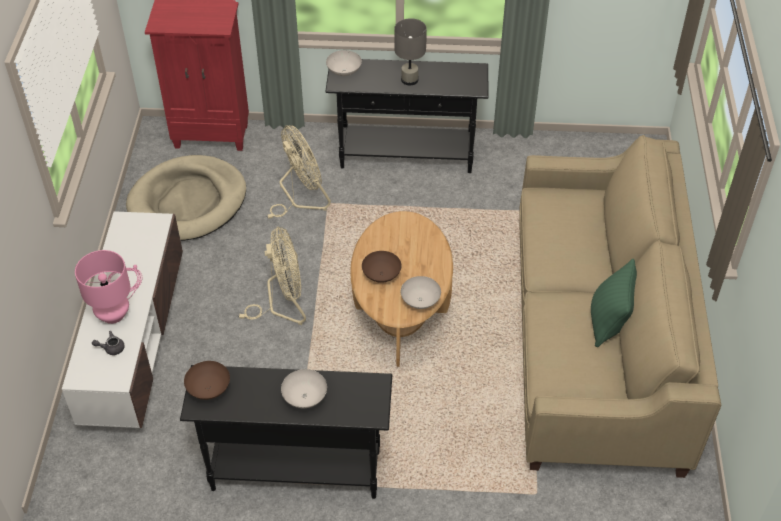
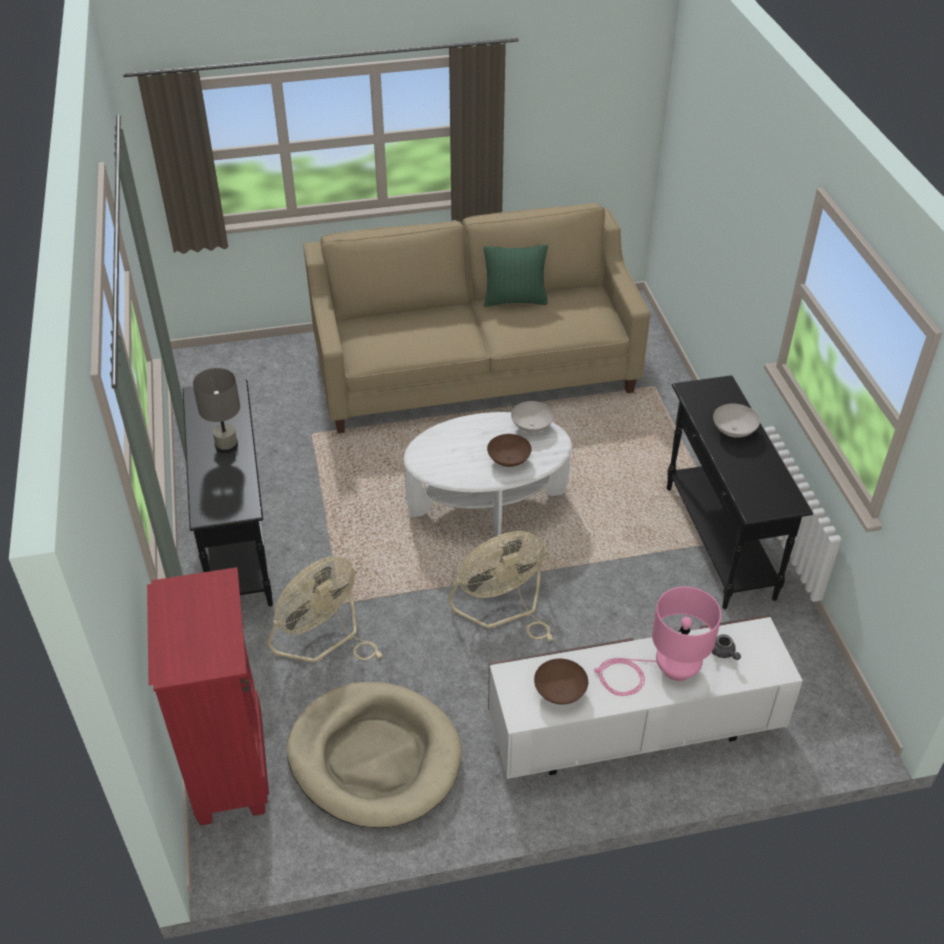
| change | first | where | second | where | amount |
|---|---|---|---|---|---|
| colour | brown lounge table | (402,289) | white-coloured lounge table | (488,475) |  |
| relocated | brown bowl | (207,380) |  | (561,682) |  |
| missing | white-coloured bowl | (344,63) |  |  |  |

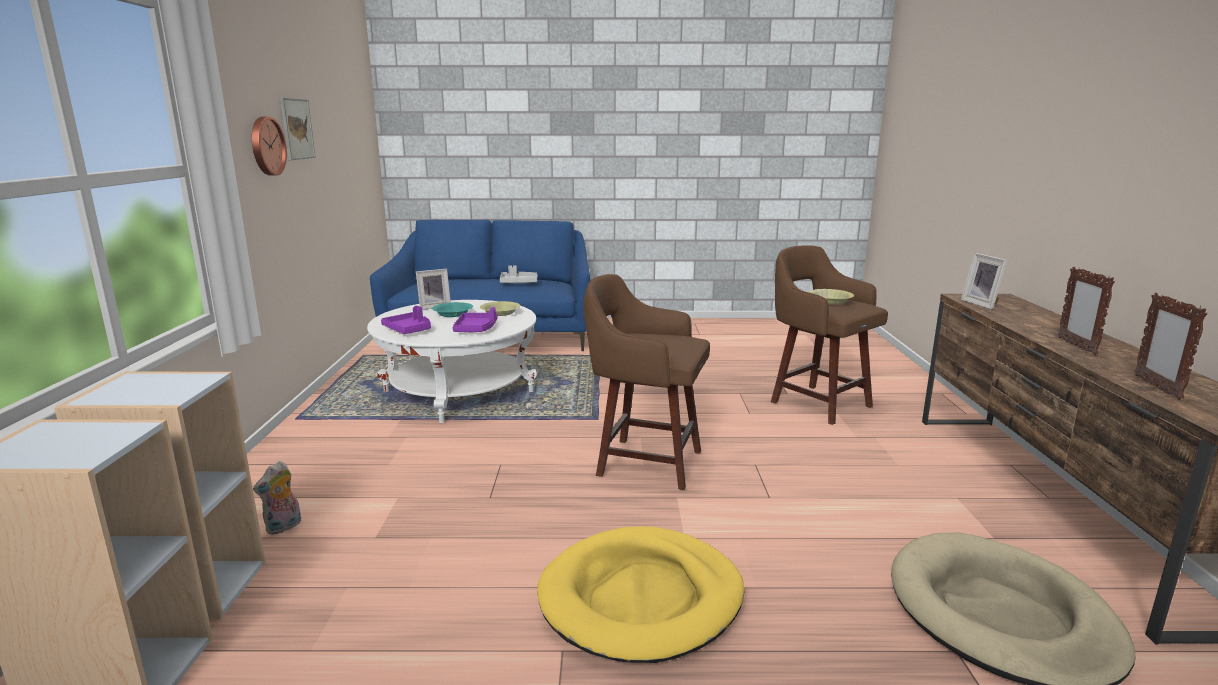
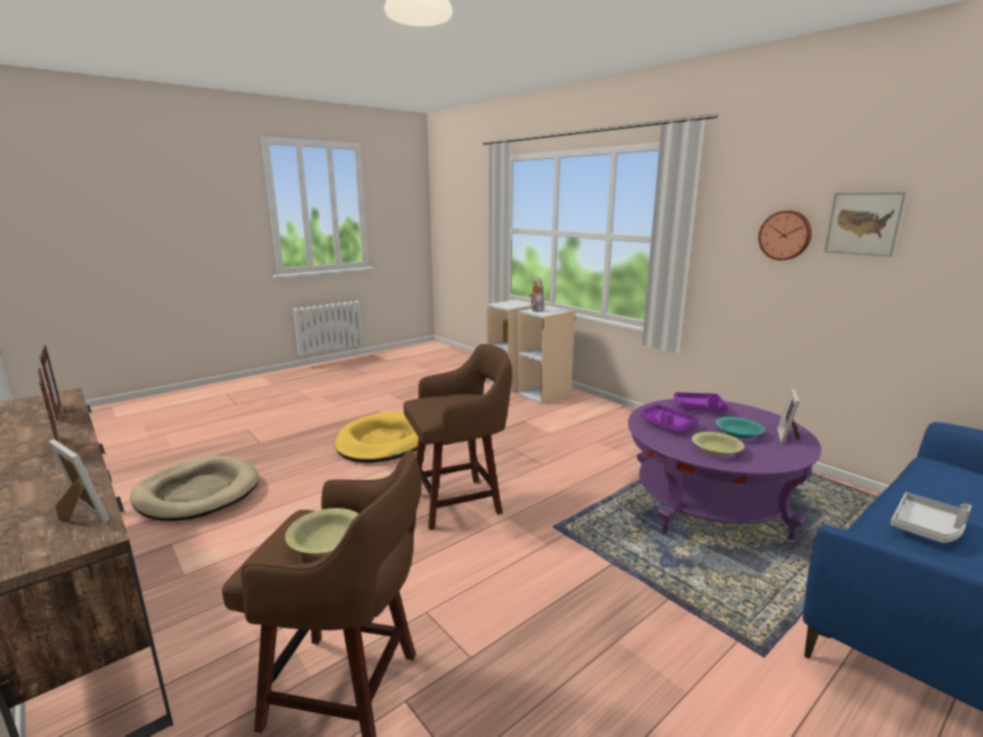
| change | first | where | second | where | amount |
|---|---|---|---|---|---|
| relocated | soft toy | (277,498) |  | (536,294) |  |
| colour | white-coloured lounge table | (452,361) | purple-coloured lounge table | (725,469) |  |

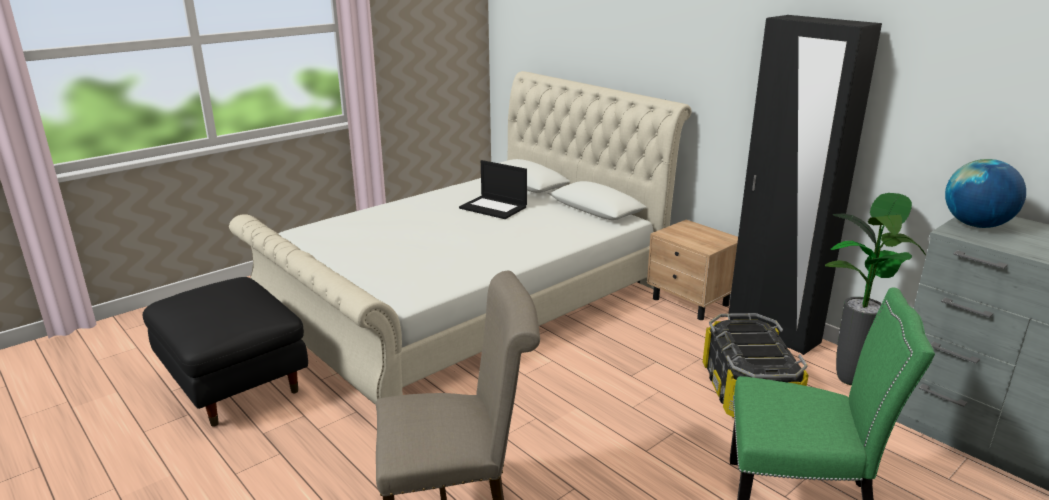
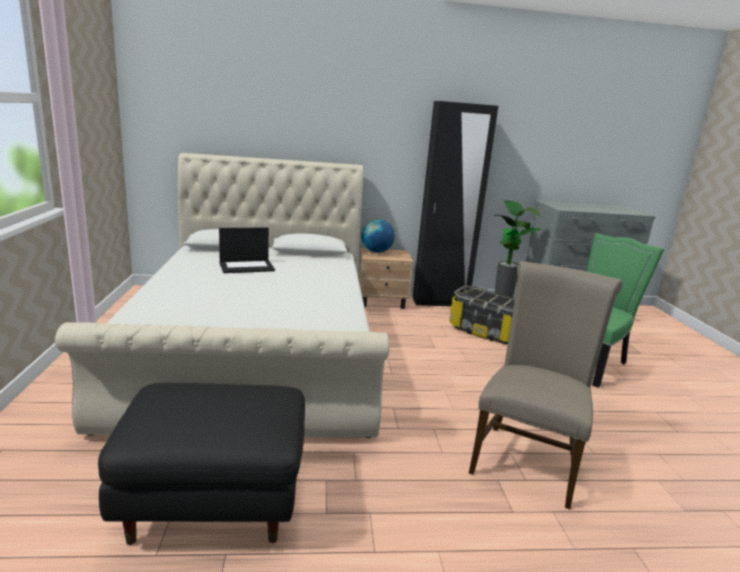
| change | first | where | second | where | amount |
|---|---|---|---|---|---|
| relocated | world globe | (985,193) |  | (378,236) |  |

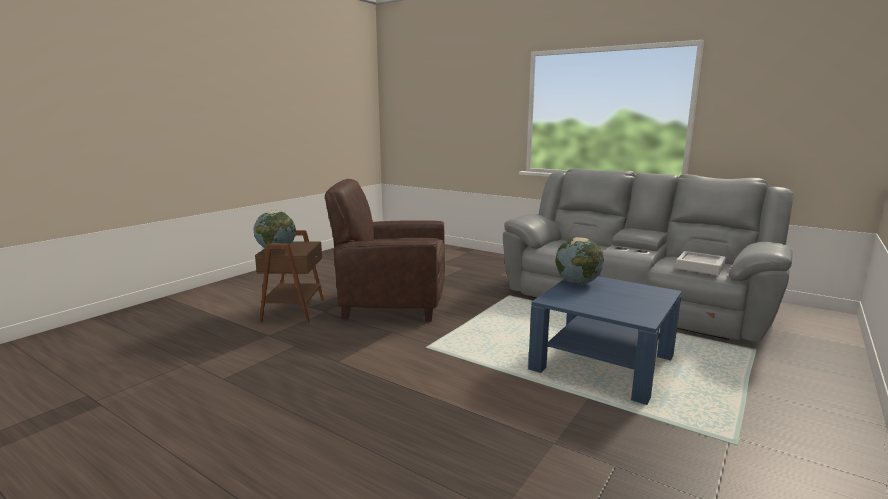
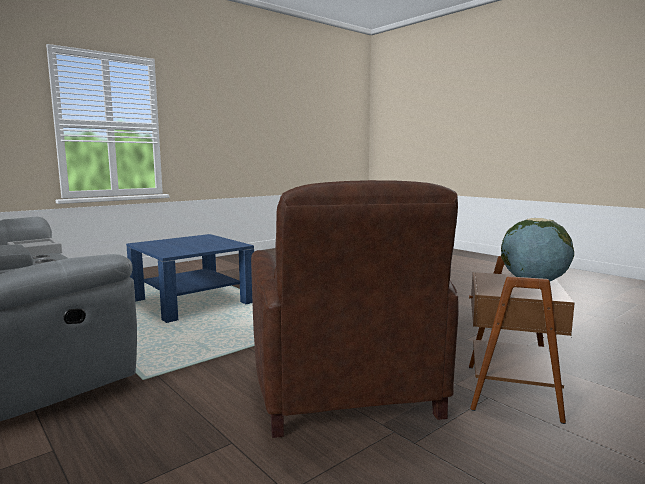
| change | first | where | second | where | amount |
|---|---|---|---|---|---|
| spun | brown easy chair | (385,250) |  | (355,309) | 60 degrees clockwise |
| missing | world globe | (579,260) |  |  |  |

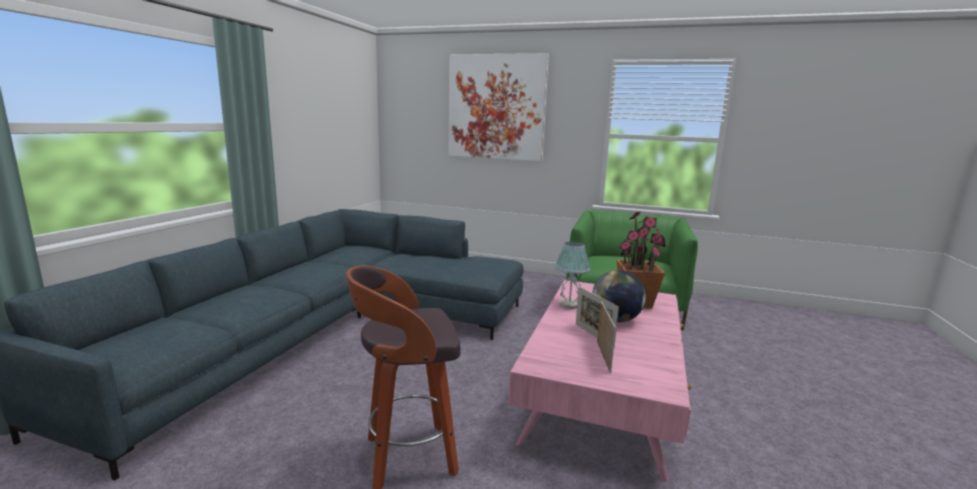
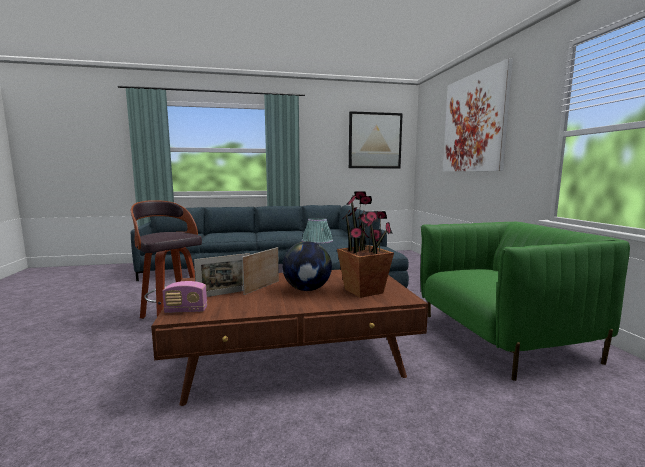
| change | first | where | second | where | amount |
|---|---|---|---|---|---|
| colour | pink-coloured lounge table | (600,381) | brown lounge table | (289,337) |  |
| appeared |  |  | radio receiver | (184,297) |  |
| appeared |  |  | wall art | (376,139) |  |

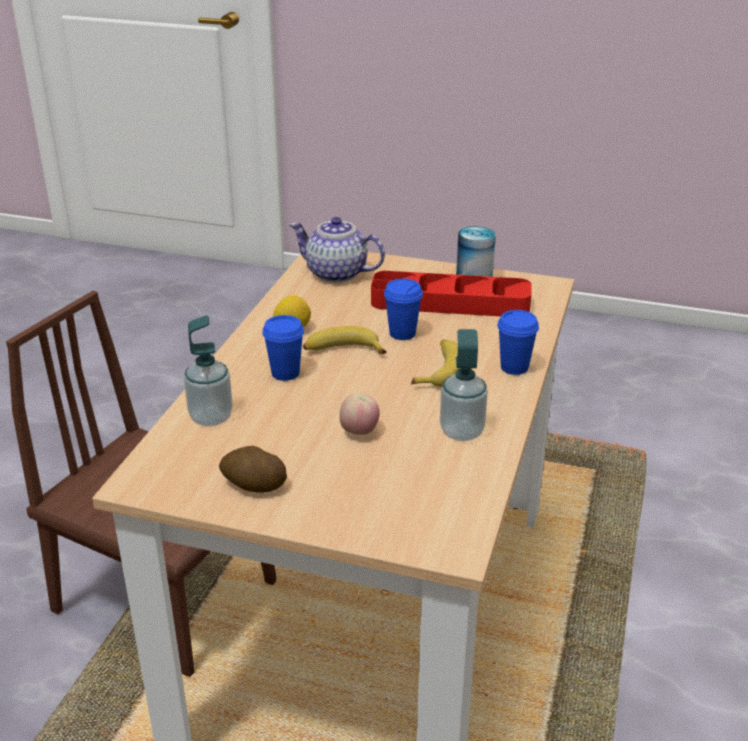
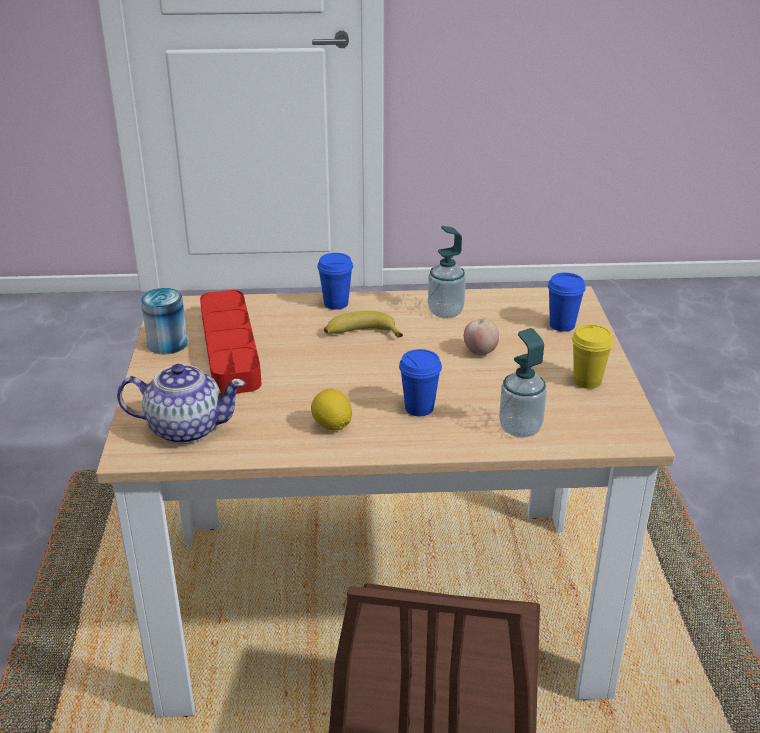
| change | first | where | second | where | amount |
|---|---|---|---|---|---|
| spun | teapot | (337,250) |  | (181,404) | 90 degrees counterclockwise |
| relocated | blue drinking cup | (403,309) |  | (567,302) |  |
| exchanged | spud | (253,469) | yellow drinking cup | (593,356) |  |
| missing | banana | (345,340) |  |  |  |

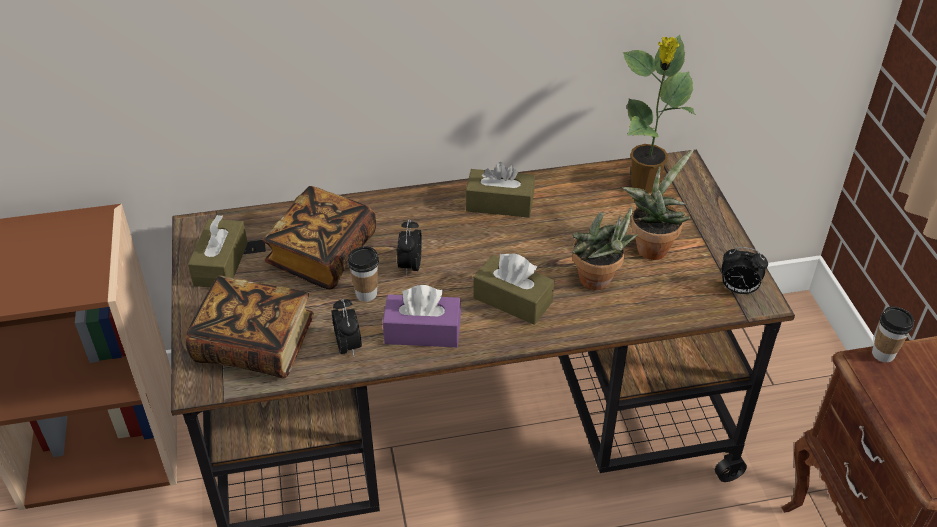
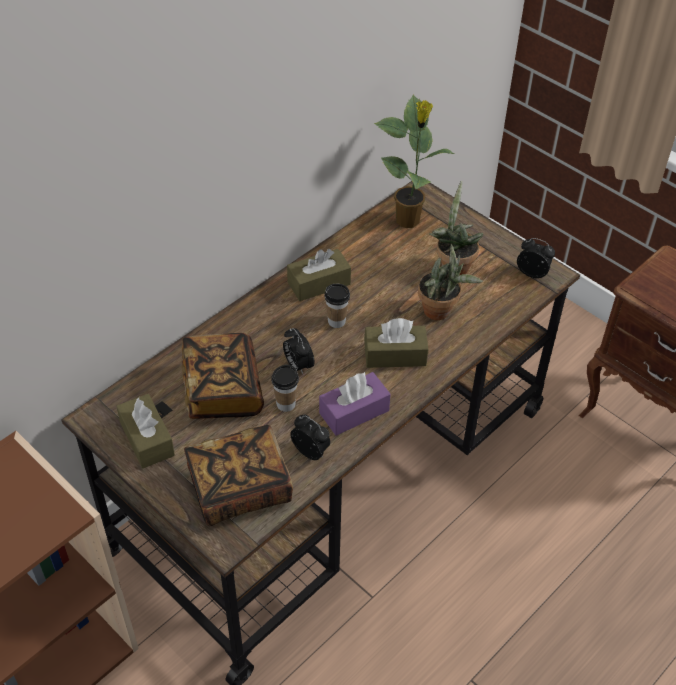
| change | first | where | second | where | amount |
|---|---|---|---|---|---|
| relocated | drinking cup | (893,334) |  | (337,306) |  |
| spun | table clock | (745,270) |  | (536,258) | 135 degrees counterclockwise |

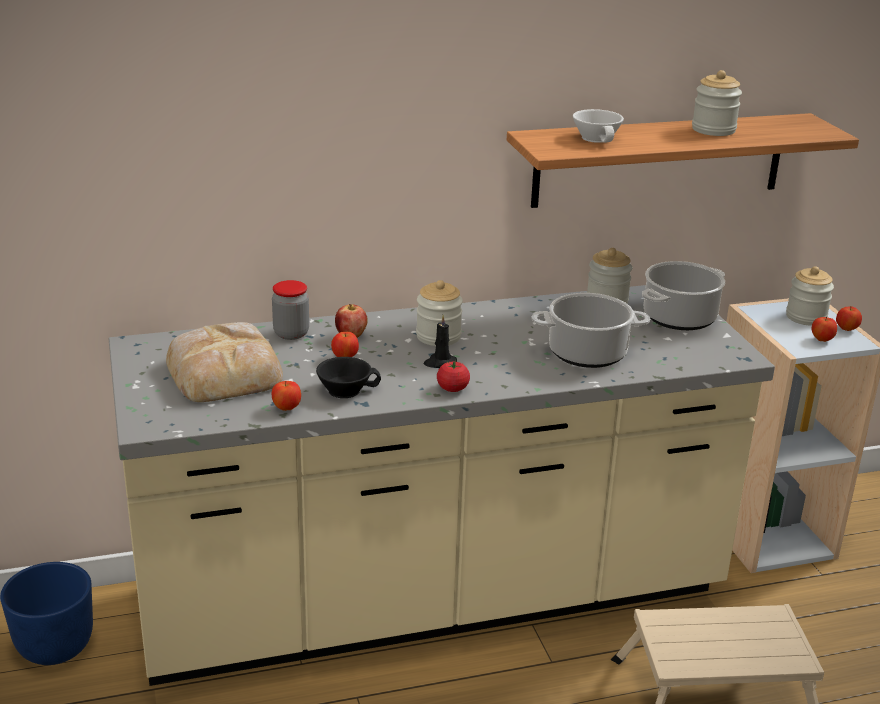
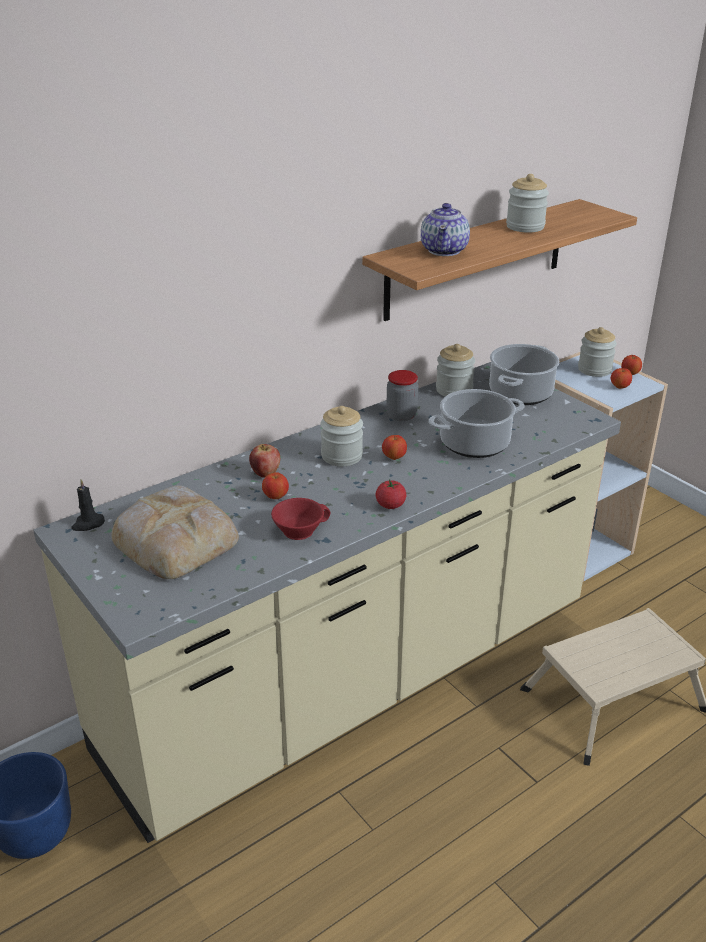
| change | first | where | second | where | amount |
|---|---|---|---|---|---|
| relocated | blackish wax light | (440,341) |  | (88,505) |  |
| colour | blackish drinking cup | (348,377) | reddish drinking cup | (300,519) |  |
| relocated | apple | (286,396) |  | (394,447) |  |
| relocated | jar | (290,310) |  | (402,395) |  |
| exchanged | white-coloured drinking cup | (598,126) | teapot | (445,229) |  |

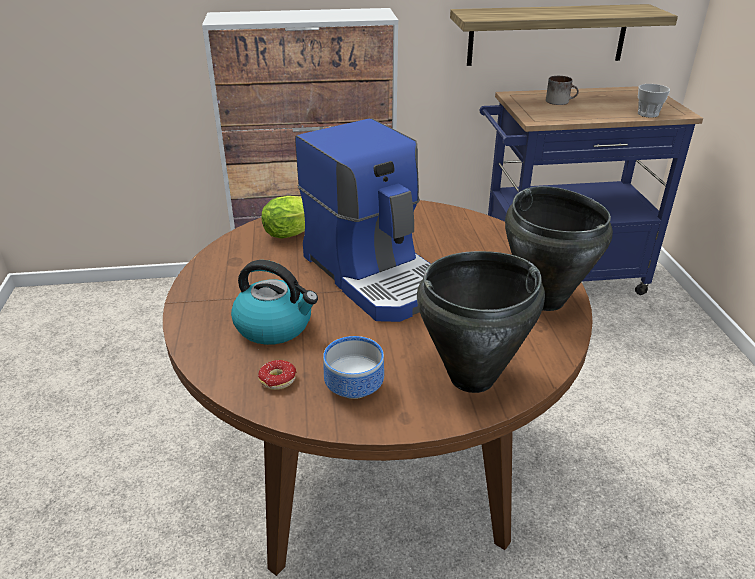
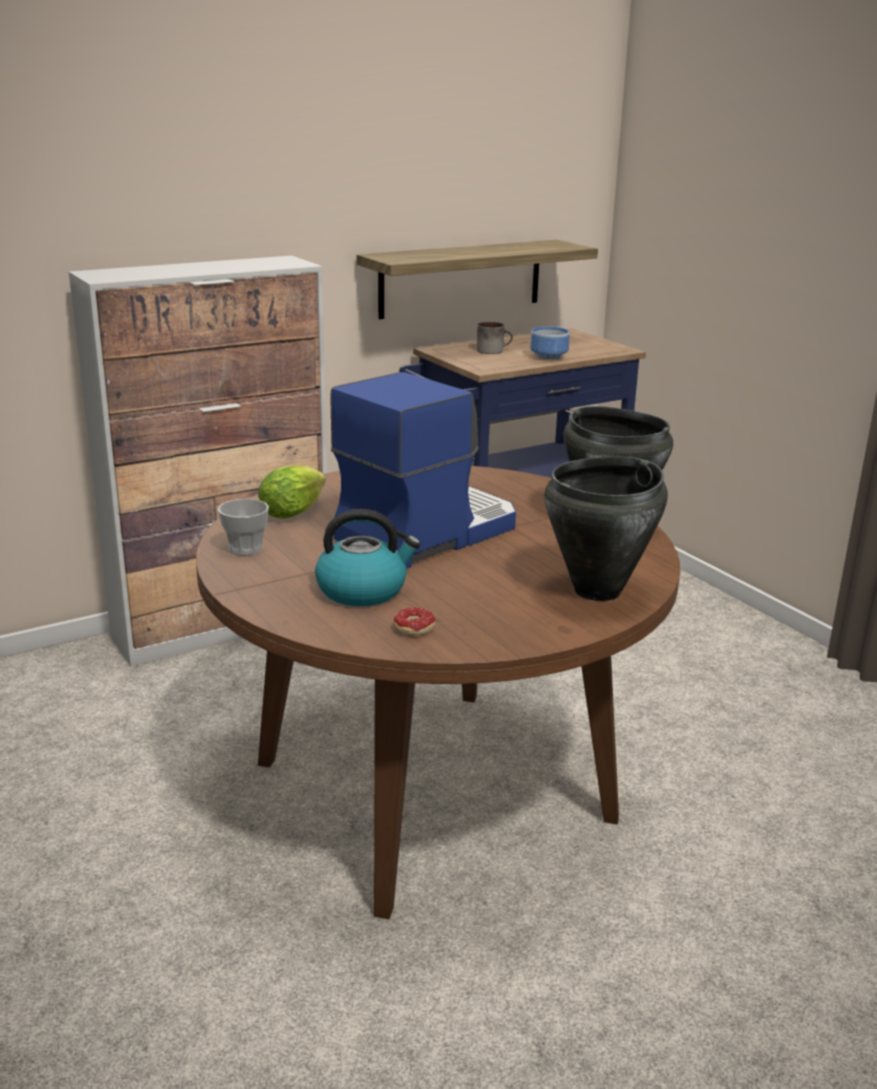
| change | first | where | second | where | amount |
|---|---|---|---|---|---|
| relocated | drinking cup | (654,101) |  | (243,527) |  |
| spun | coffee brewer | (363,220) |  | (423,470) | 75 degrees counterclockwise |
| relocated | bowl | (353,367) |  | (550,343) |  |

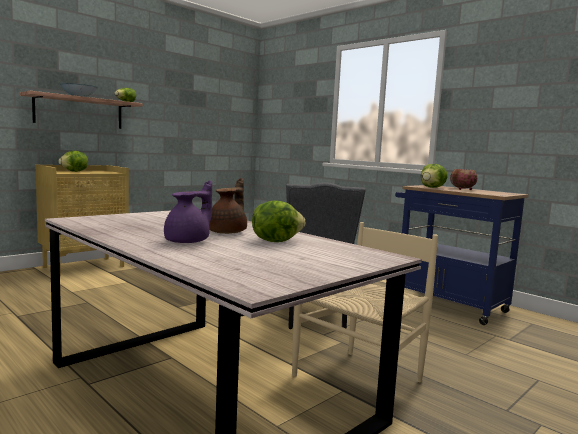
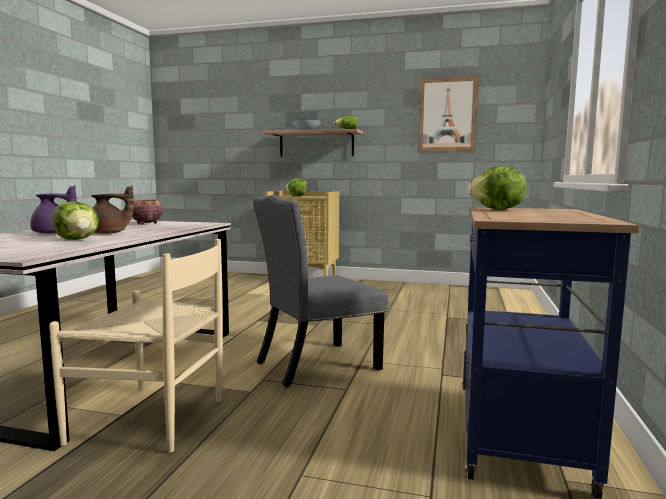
| change | first | where | second | where | amount |
|---|---|---|---|---|---|
| relocated | bowl | (463,179) |  | (147,212) |  |
| appeared |  |  | wall art | (448,114) |  |

